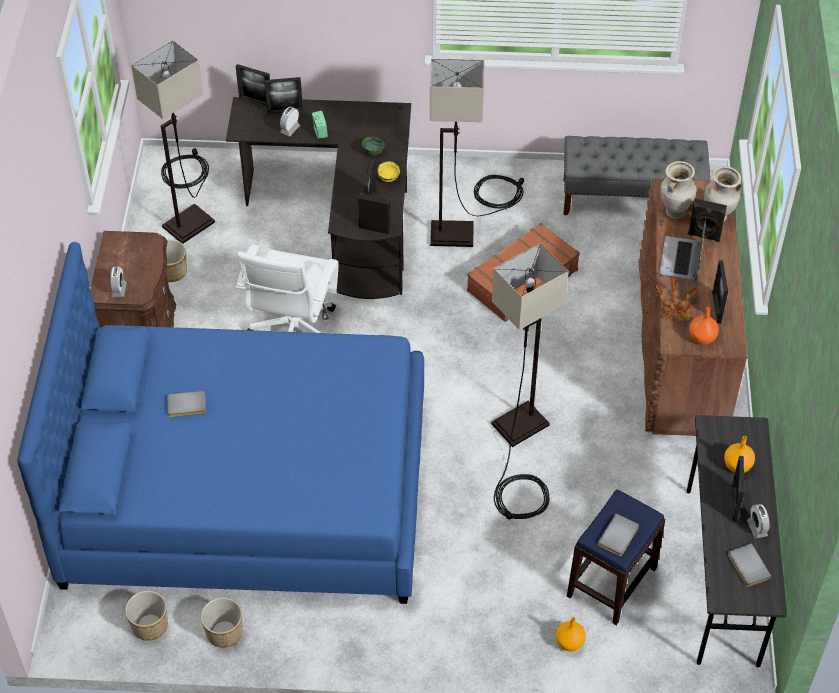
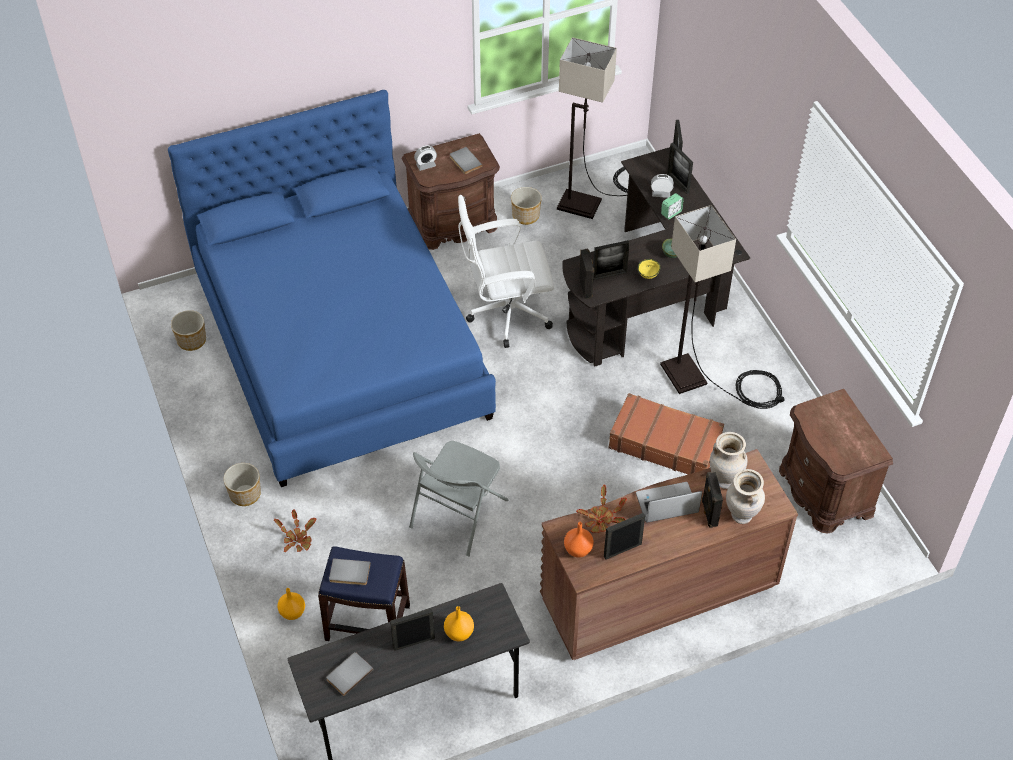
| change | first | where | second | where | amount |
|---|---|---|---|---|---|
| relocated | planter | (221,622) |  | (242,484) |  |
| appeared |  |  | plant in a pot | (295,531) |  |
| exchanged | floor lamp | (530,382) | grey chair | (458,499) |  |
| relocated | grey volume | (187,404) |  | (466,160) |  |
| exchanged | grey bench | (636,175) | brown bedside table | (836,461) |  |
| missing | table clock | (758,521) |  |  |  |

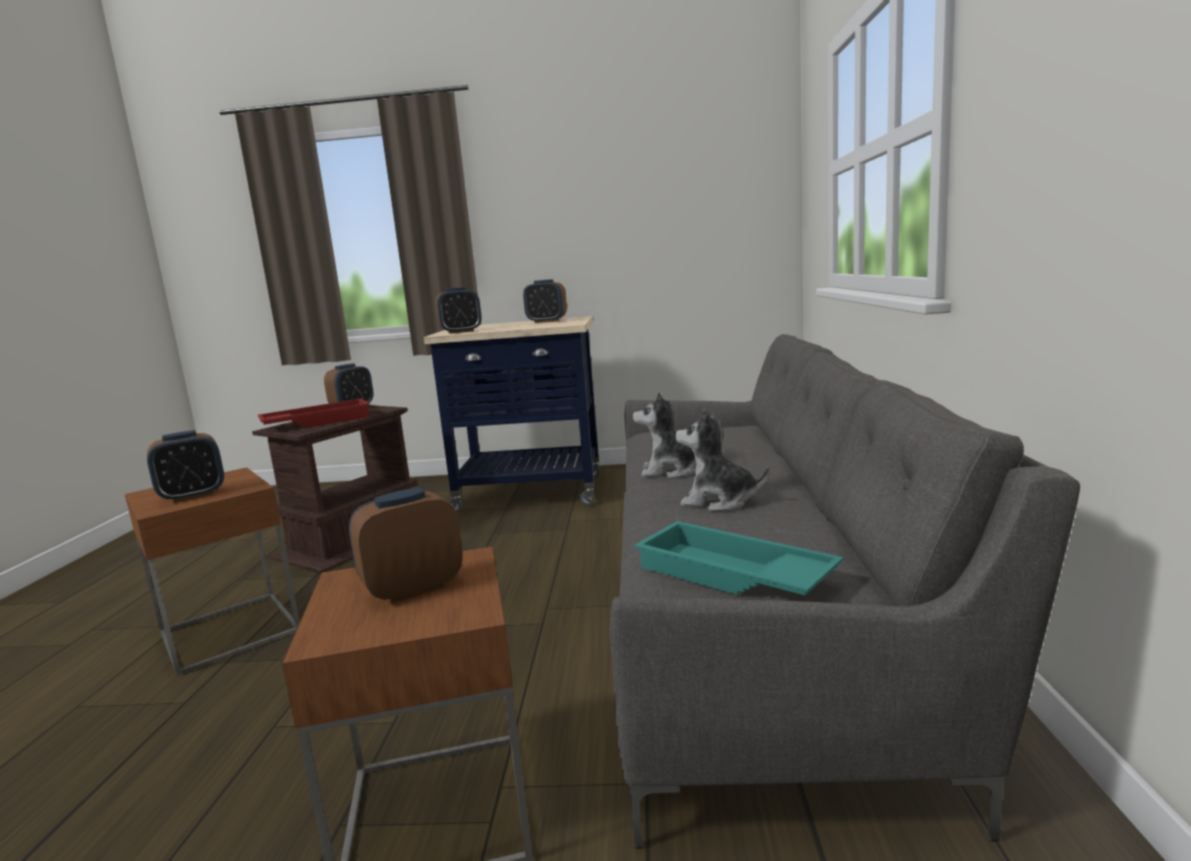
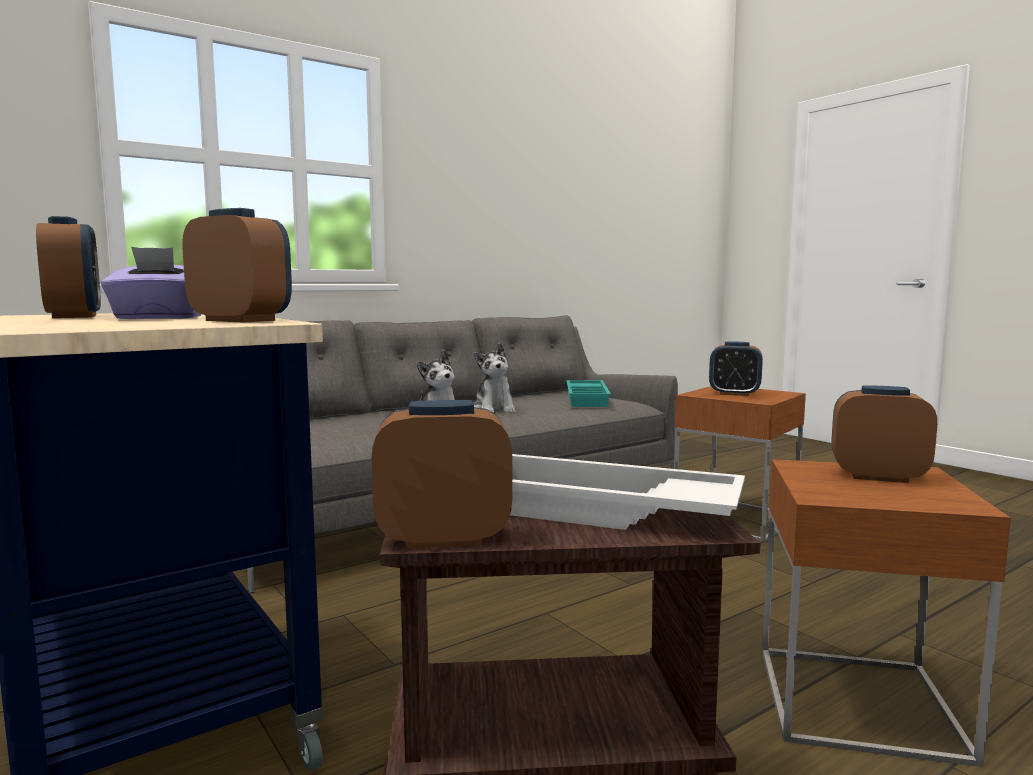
| change | first | where | second | where | amount |
|---|---|---|---|---|---|
| appeared |  |  | purple-coloured tissue holder | (151,283) |  |
| colour | reddish carrying tray | (314,413) | white-coloured carrying tray | (627,492) |  |

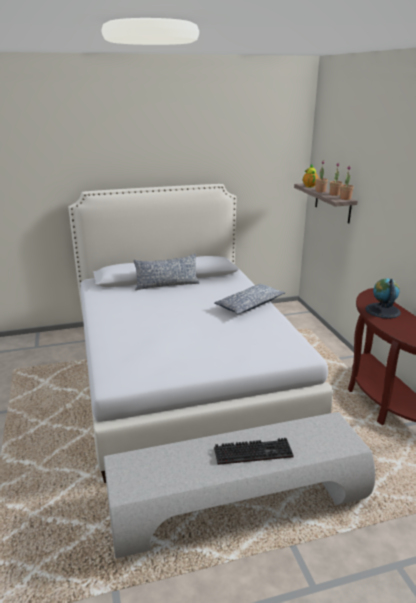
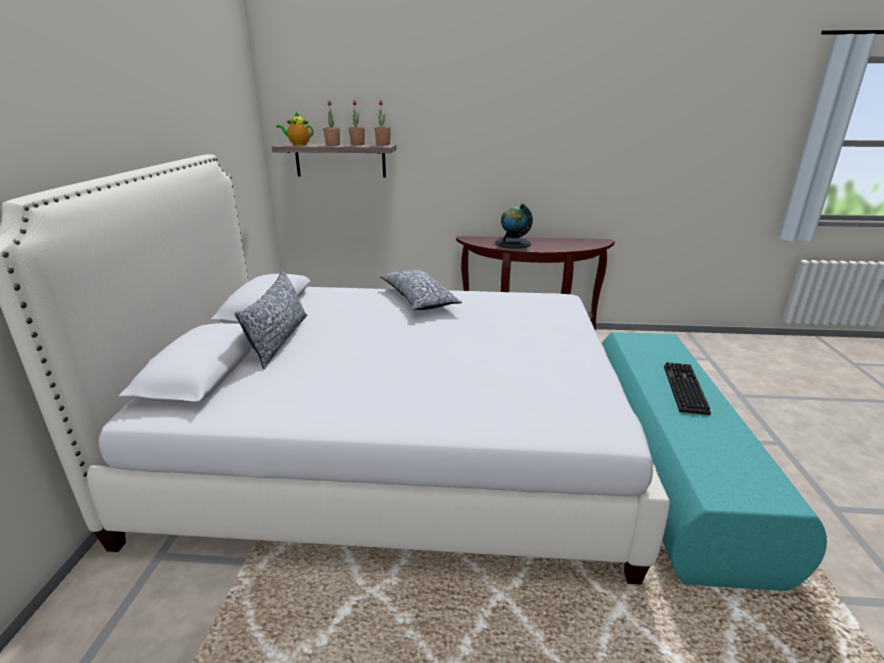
| change | first | where | second | where | amount |
|---|---|---|---|---|---|
| colour | grey bench | (239,485) | turquoise-coloured bench | (714,461) |  |

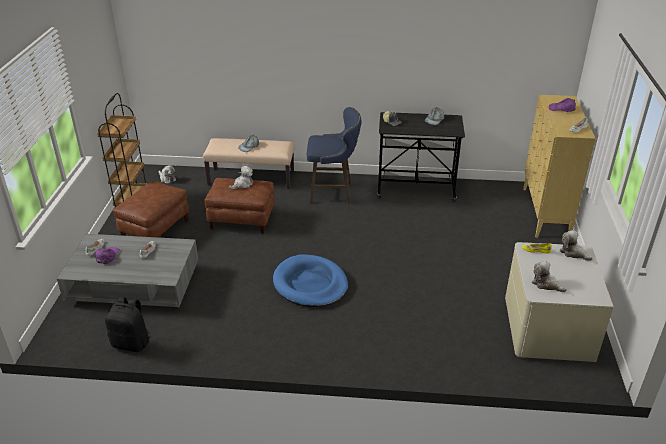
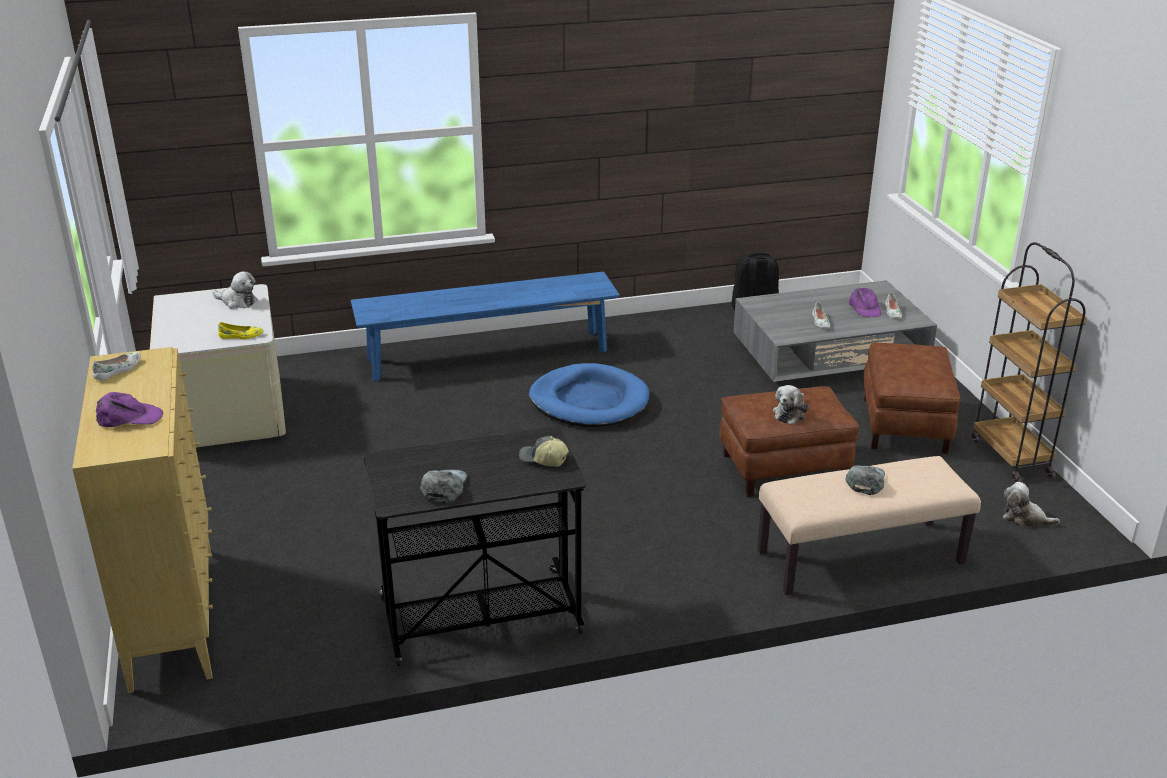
| change | first | where | second | where | amount |
|---|---|---|---|---|---|
| appeared |  |  | blue bench | (485,326) |  |
| missing | blue sitting stool | (334,155) |  |  |  |
| missing | soft toy | (576,245) |  |  |  |

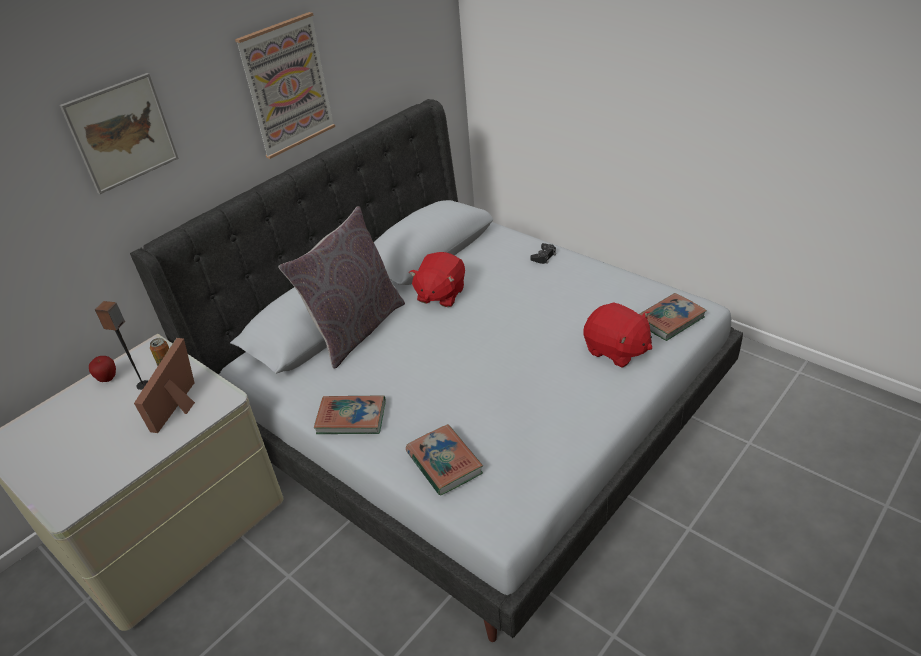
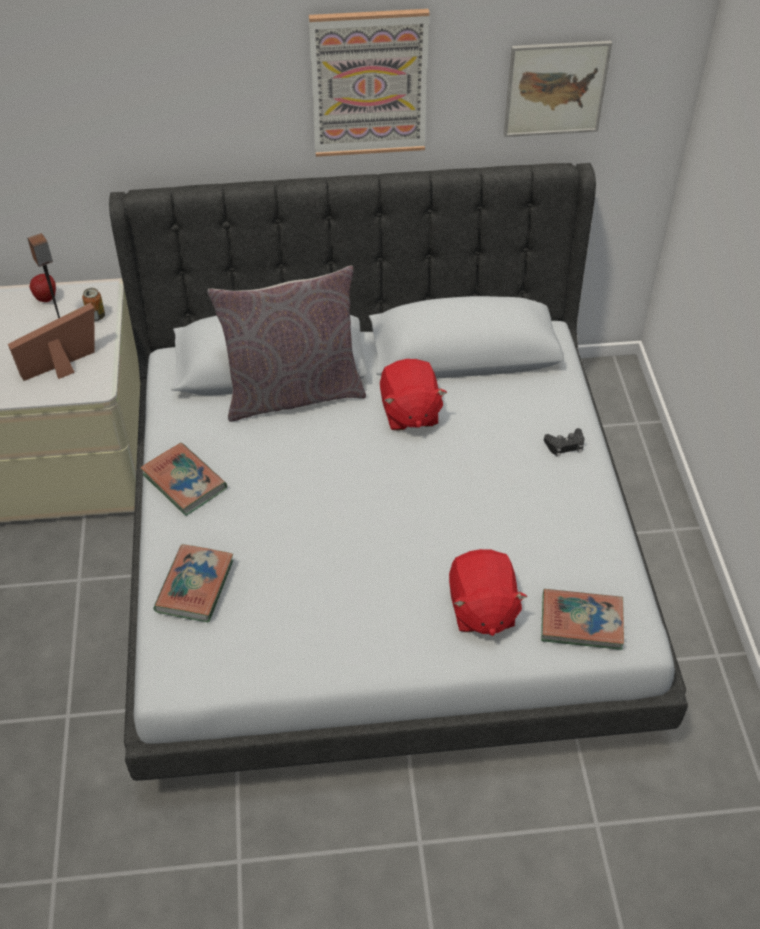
| change | first | where | second | where | amount |
|---|---|---|---|---|---|
| spun | reddish soft toy | (437,279) |  | (413,395) | 75 degrees counterclockwise |
| relocated | wall art | (119,133) |  | (558,89) |  |

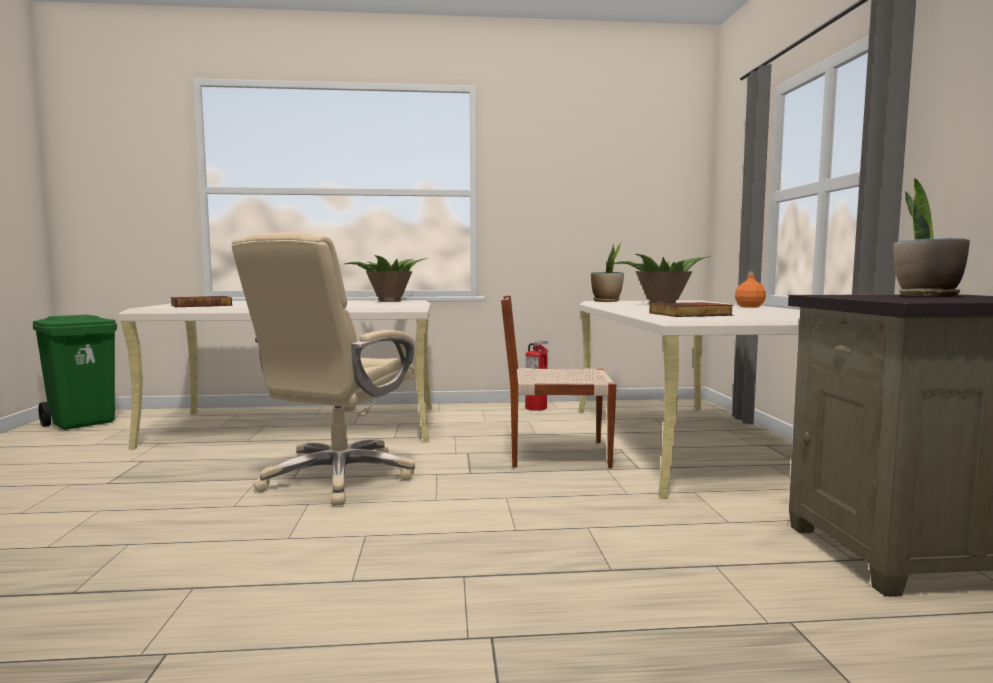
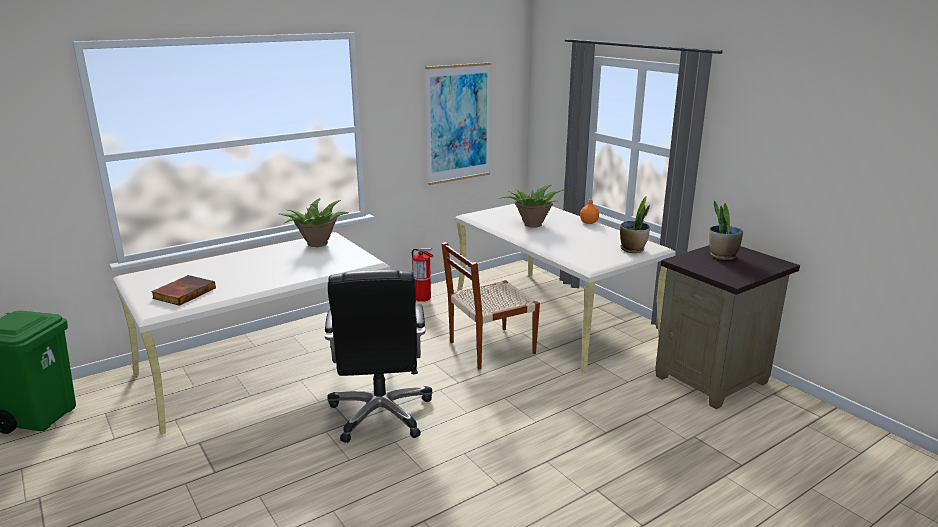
| change | first | where | second | where | amount |
|---|---|---|---|---|---|
| colour | beige-coloured computer chair | (324,369) | blackish computer chair | (378,356) |  |
| appeared |  |  | wall art | (458,123) |  |
| relocated | plant in a pot | (607,271) |  | (635,224) |  |
| missing | volume | (692,309) |  |  |  |

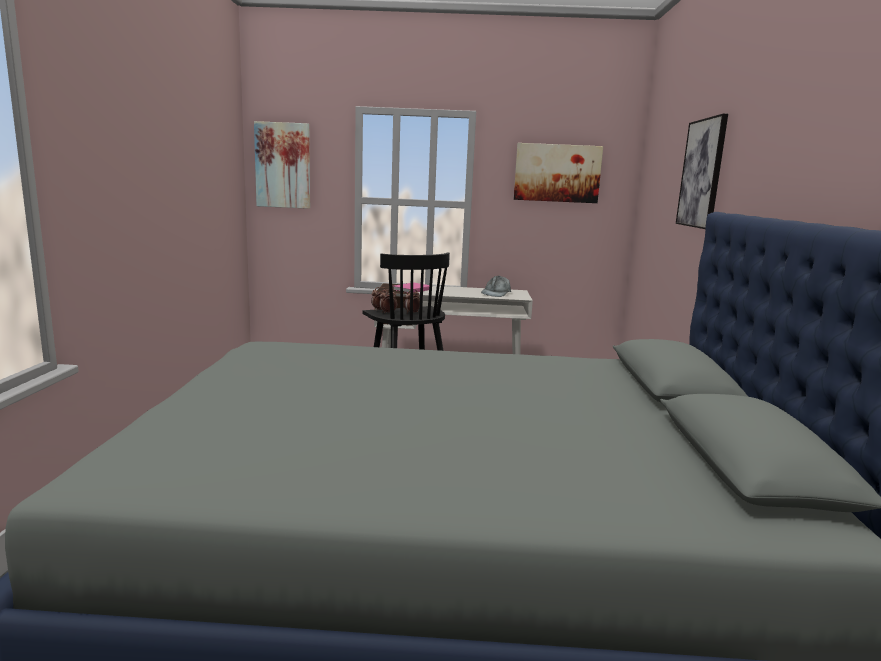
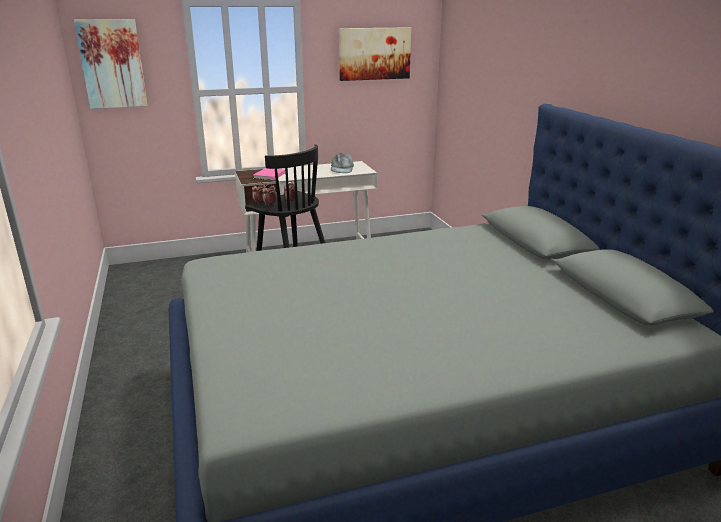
| change | first | where | second | where | amount |
|---|---|---|---|---|---|
| missing | wall art | (702,171) |  |  |  |

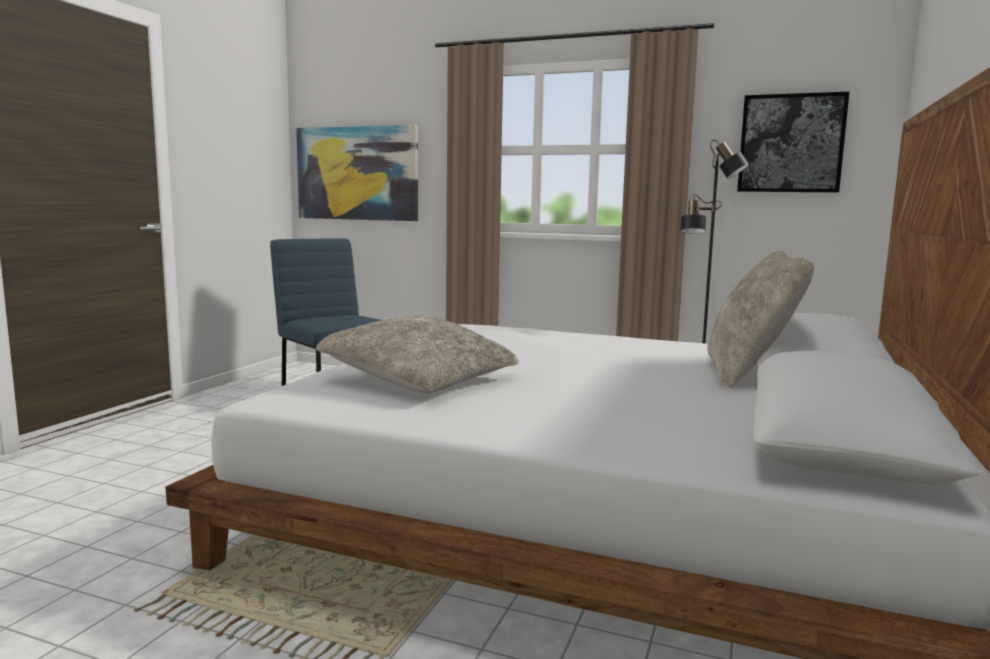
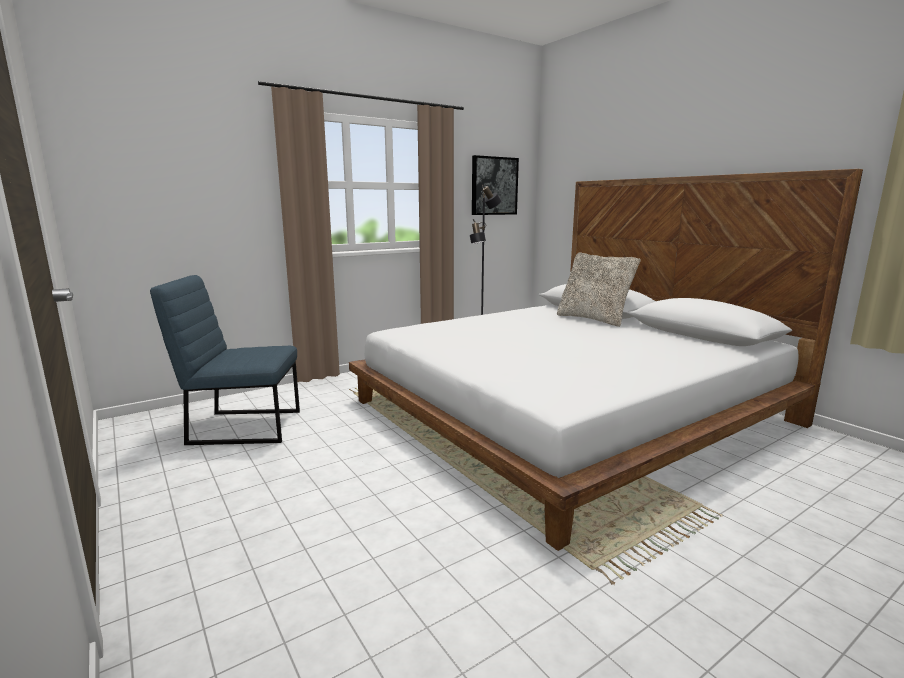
| change | first | where | second | where | amount |
|---|---|---|---|---|---|
| missing | wall art | (357,173) |  |  |  |
| missing | beige-coloured throw pillow | (417,354) |  |  |  |

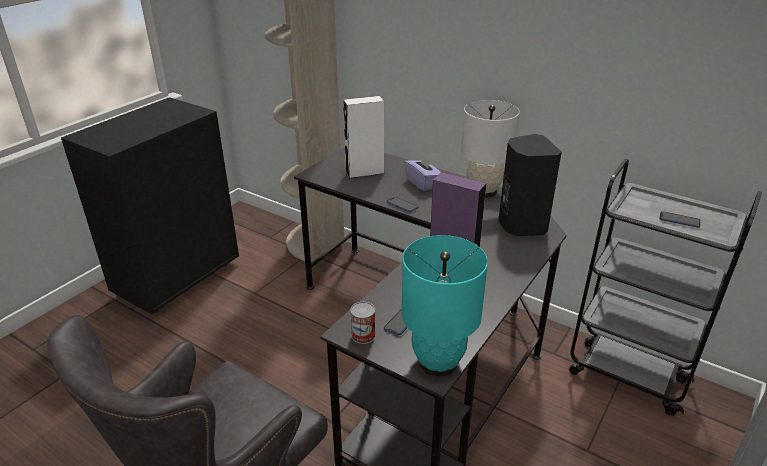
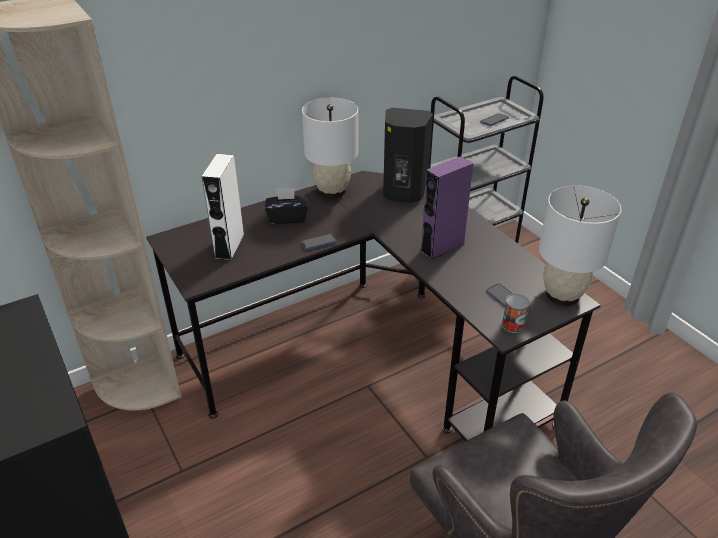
| change | first | where | second | where | amount |
|---|---|---|---|---|---|
| colour | purple-coloured tissue holder | (422,172) | blackish tissue holder | (286,206) |  |
| colour | turquoise-coloured lamp for a table | (444,305) | white-coloured lamp for a table | (580,245) |  |

